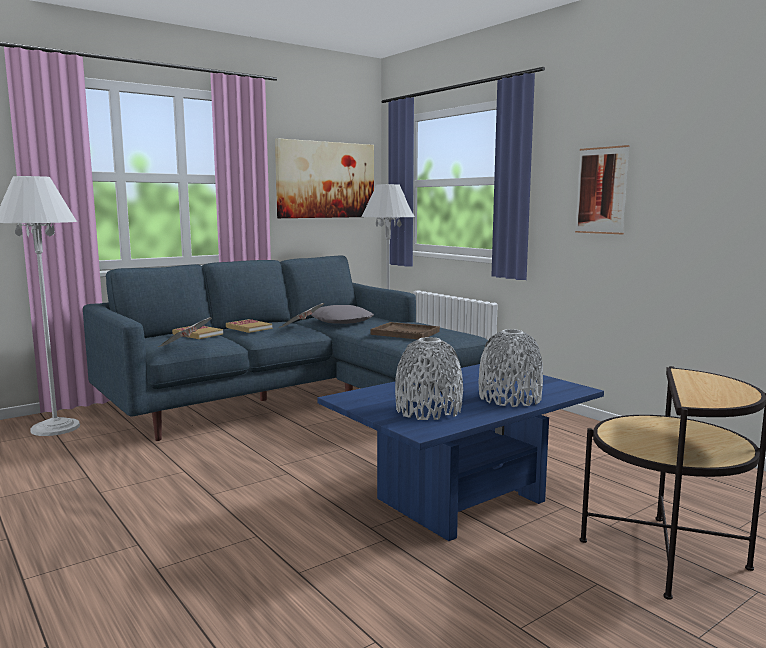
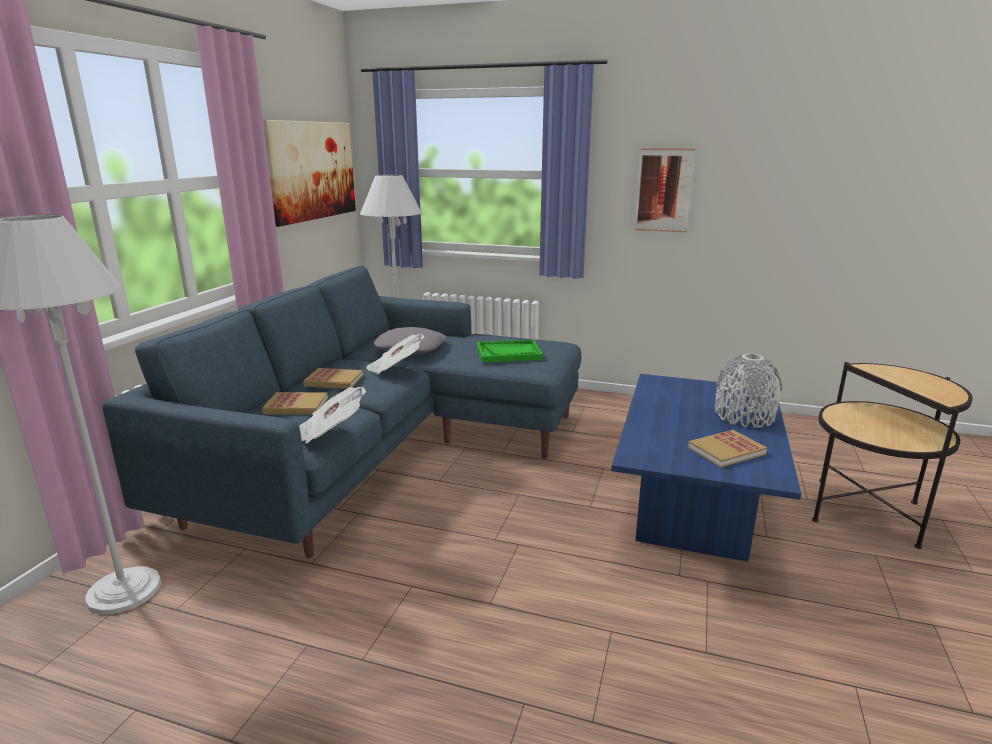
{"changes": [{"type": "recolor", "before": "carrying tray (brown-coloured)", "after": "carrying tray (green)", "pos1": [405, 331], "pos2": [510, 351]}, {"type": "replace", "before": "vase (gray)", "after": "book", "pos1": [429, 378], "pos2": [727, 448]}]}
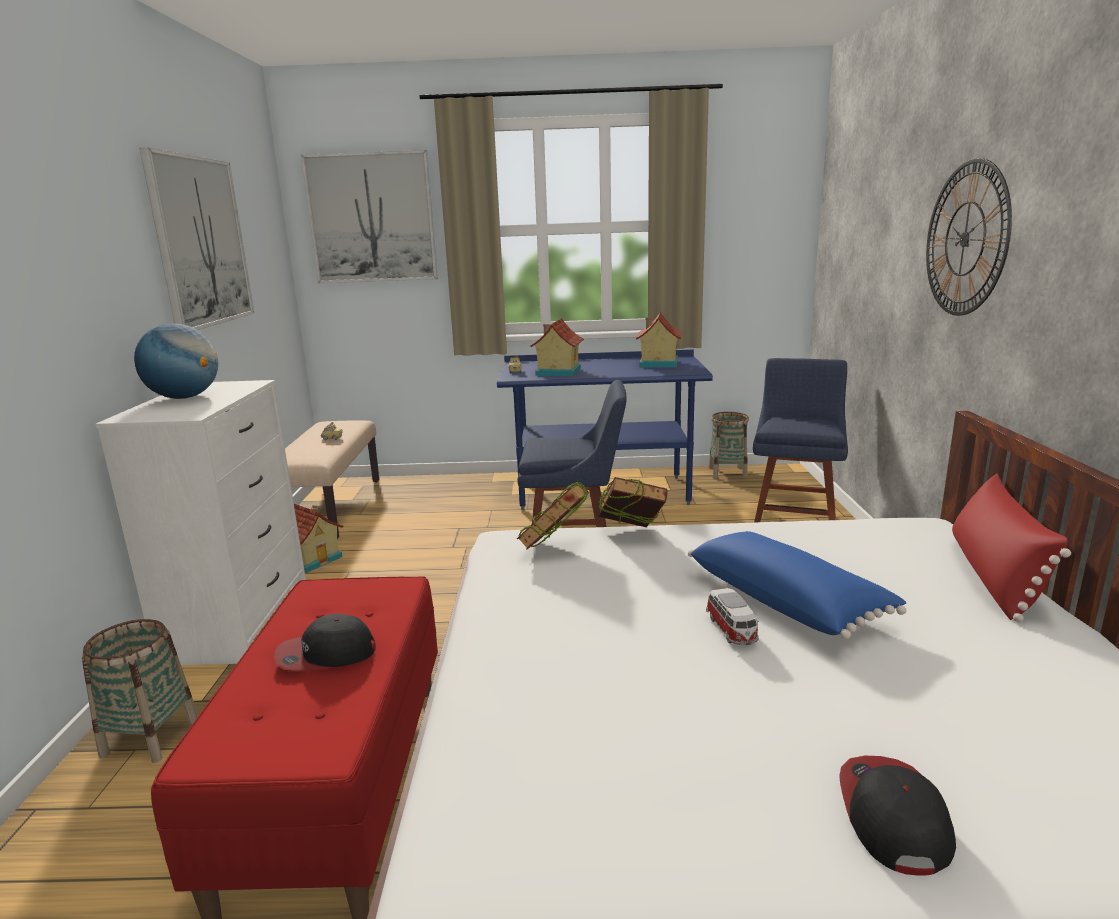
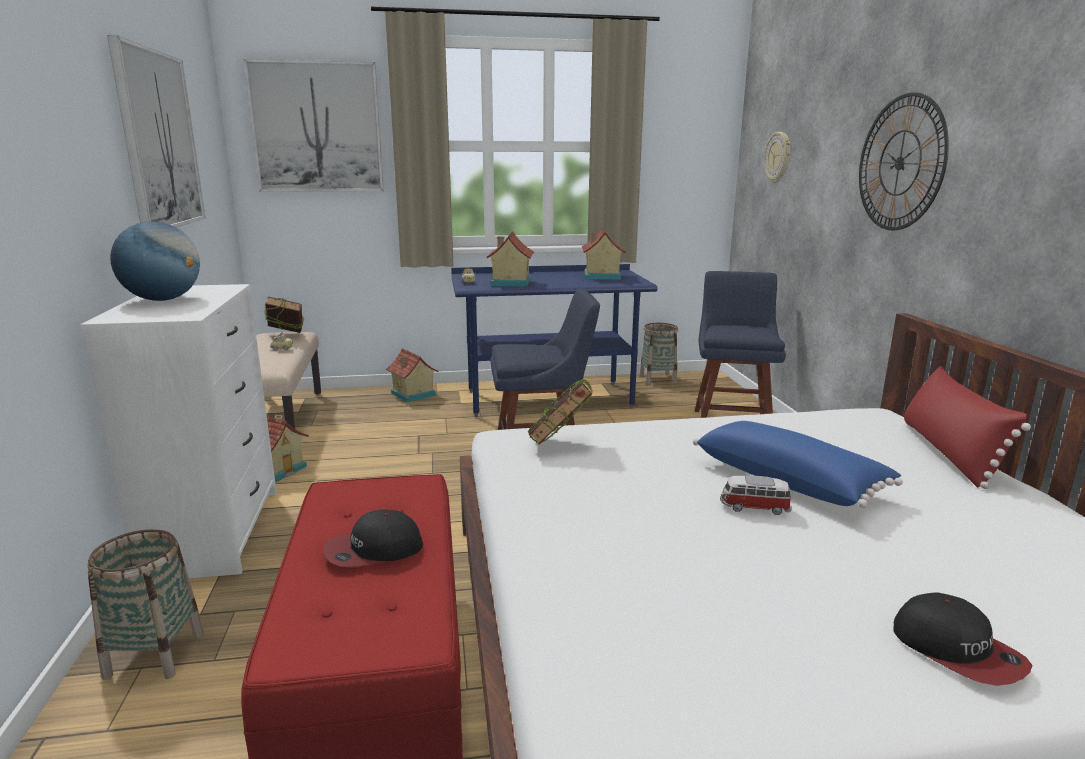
{"changes": [{"type": "move", "before": "book", "pos1": [632, 502], "pos2": [284, 315]}, {"type": "rotate", "before": "model car", "pos1": [732, 616], "pos2": [756, 495], "turn": 120}, {"type": "rotate", "before": "peaked cap", "pos1": [897, 816], "pos2": [963, 639], "turn": 150}, {"type": "insert", "after": "toy house", "pos2": [412, 375]}, {"type": "insert", "after": "hanging clock", "pos2": [777, 157]}]}
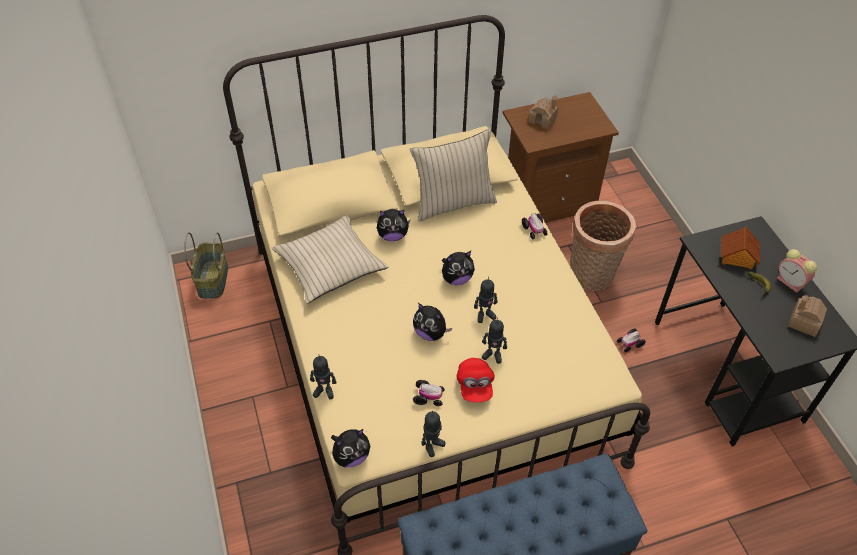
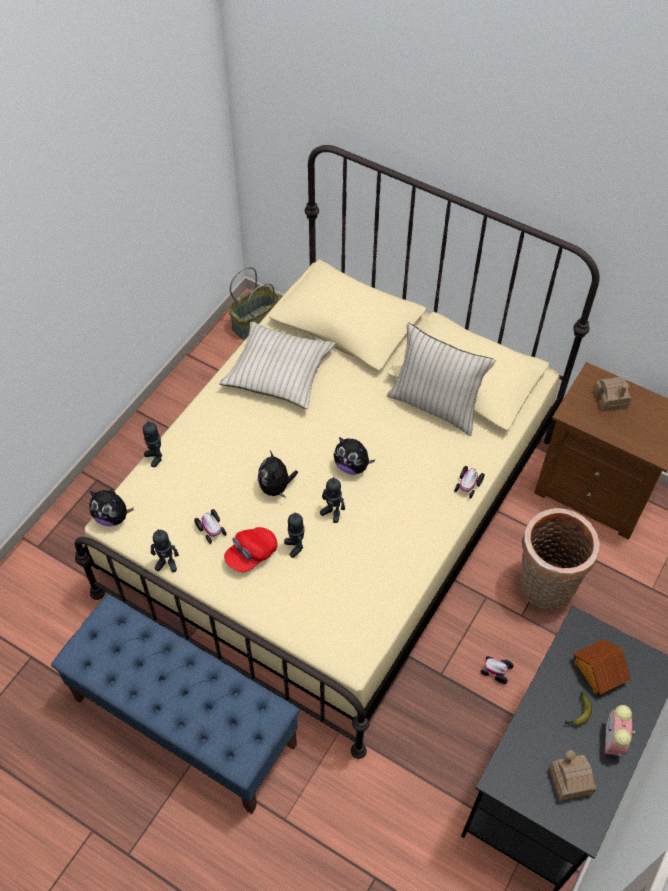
{"changes": [{"type": "delete", "before": "soft toy", "pos1": [393, 225]}]}
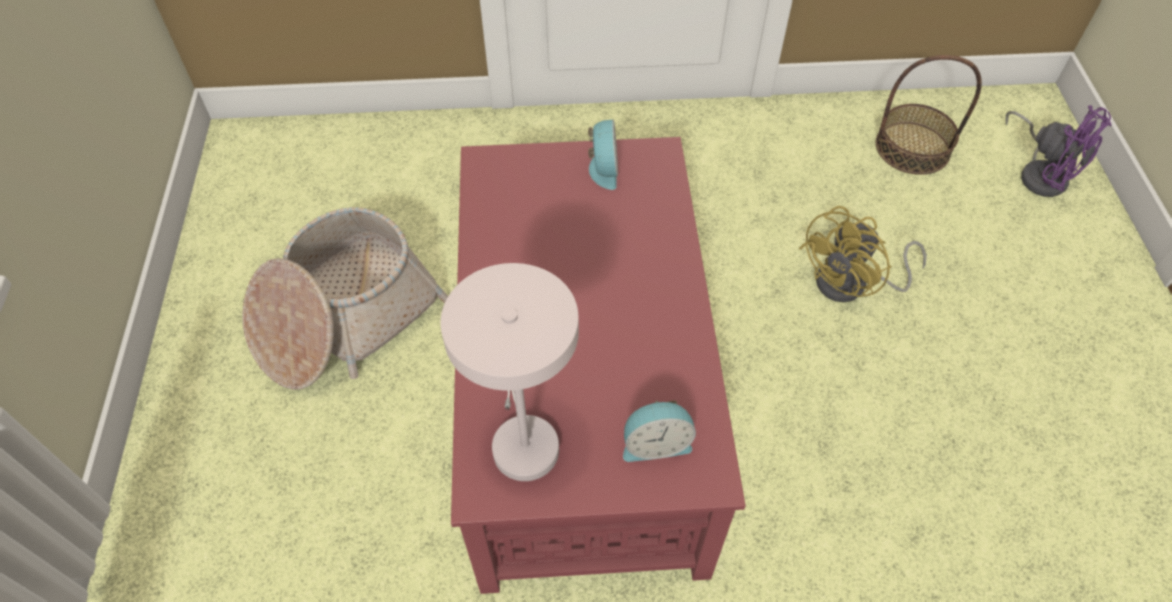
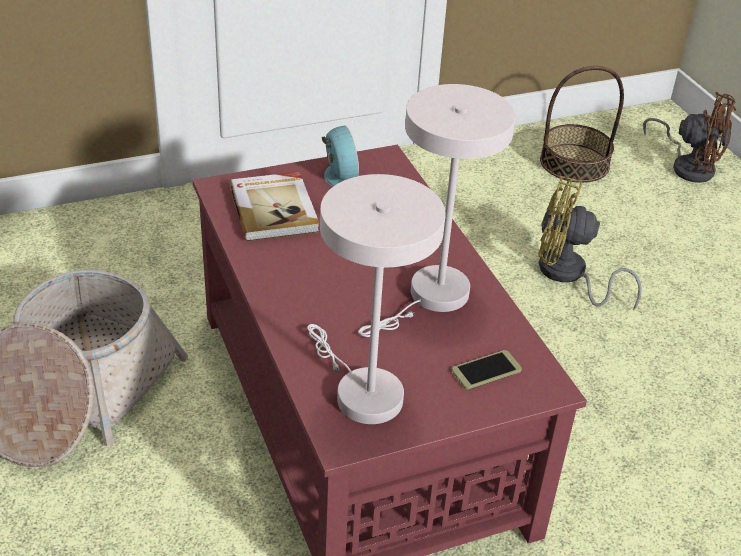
{"changes": [{"type": "replace", "before": "bedside clock", "after": "handset", "pos1": [659, 431], "pos2": [487, 370]}, {"type": "rotate", "before": "electric fan (yellow)", "pos1": [863, 254], "pos2": [590, 243], "turn": 75}, {"type": "recolor", "before": "electric fan (purple)", "after": "electric fan (brown-coloured)", "pos1": [1058, 151], "pos2": [689, 137]}, {"type": "insert", "after": "book", "pos2": [274, 206]}, {"type": "insert", "after": "tabletop lamp (whitish)", "pos2": [437, 210]}]}
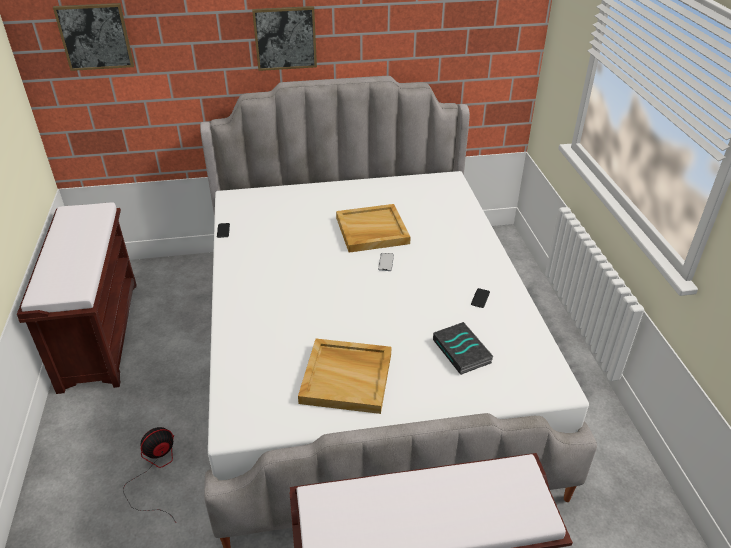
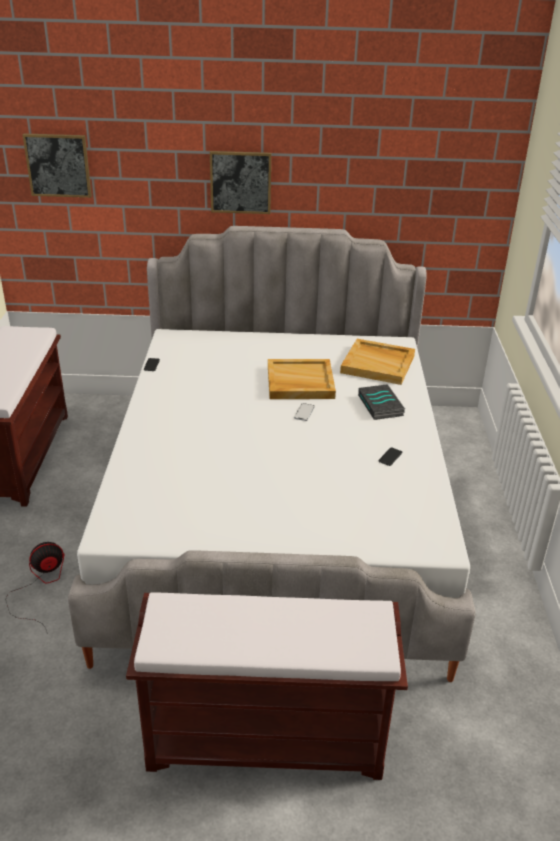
{"changes": [{"type": "move", "before": "carrying tray (beige)", "pos1": [344, 376], "pos2": [377, 362]}, {"type": "move", "before": "book", "pos1": [463, 348], "pos2": [381, 402]}]}
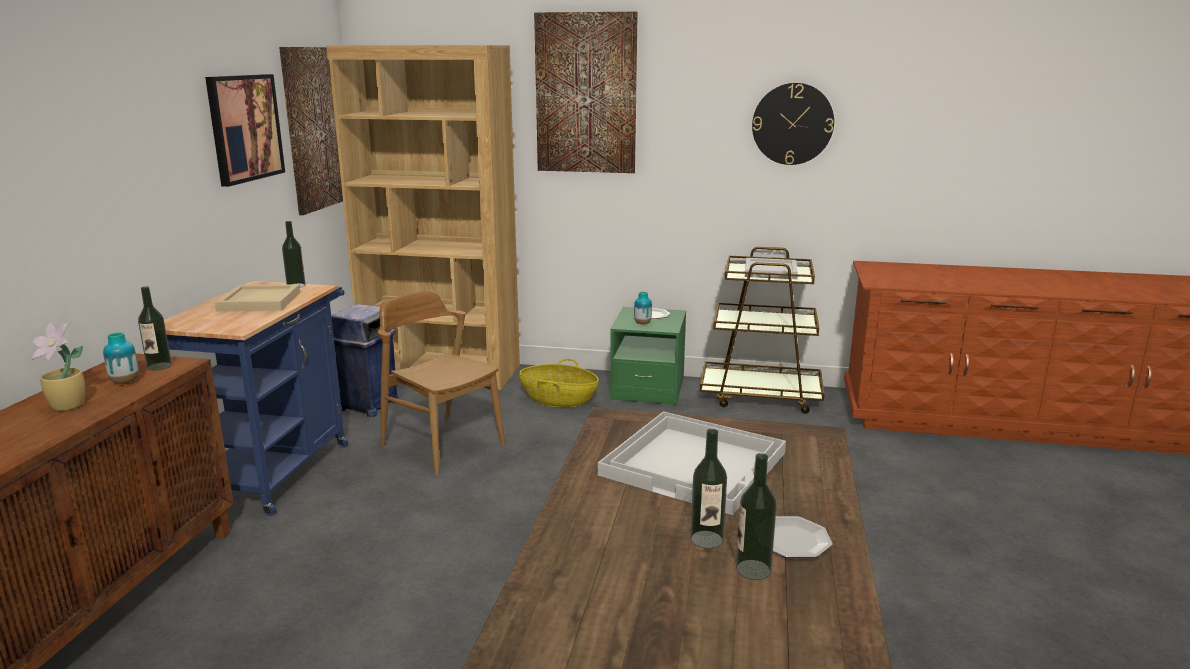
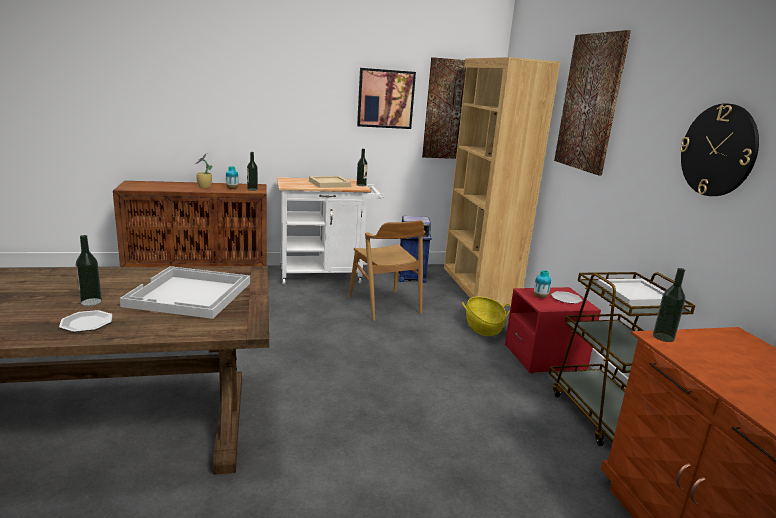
{"changes": [{"type": "recolor", "before": "wheeled cart (blue-coloured)", "after": "wheeled cart (whitish)", "pos1": [256, 398], "pos2": [330, 230]}, {"type": "rotate", "before": "chair (brown-coloured)", "pos1": [441, 382], "pos2": [387, 270], "turn": 135}, {"type": "recolor", "before": "night table (green)", "after": "night table (red-coloured)", "pos1": [648, 356], "pos2": [553, 330]}, {"type": "move", "before": "beverage bottle", "pos1": [756, 516], "pos2": [669, 305]}]}
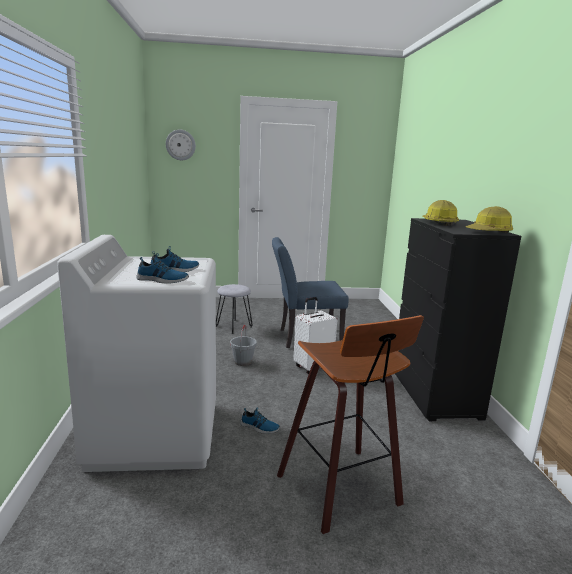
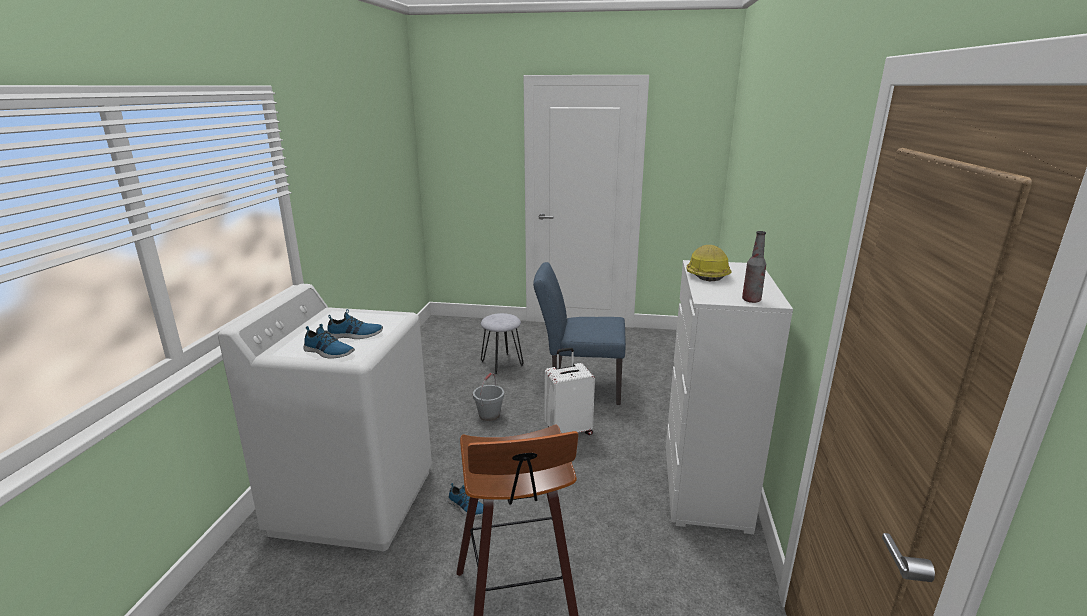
{"changes": [{"type": "delete", "before": "hanging clock", "pos1": [181, 145]}, {"type": "recolor", "before": "chest of drawers (black-coloured)", "after": "chest of drawers (whitish)", "pos1": [458, 319], "pos2": [729, 397]}, {"type": "replace", "before": "safety helmet", "after": "beverage bottle", "pos1": [489, 219], "pos2": [754, 267]}]}
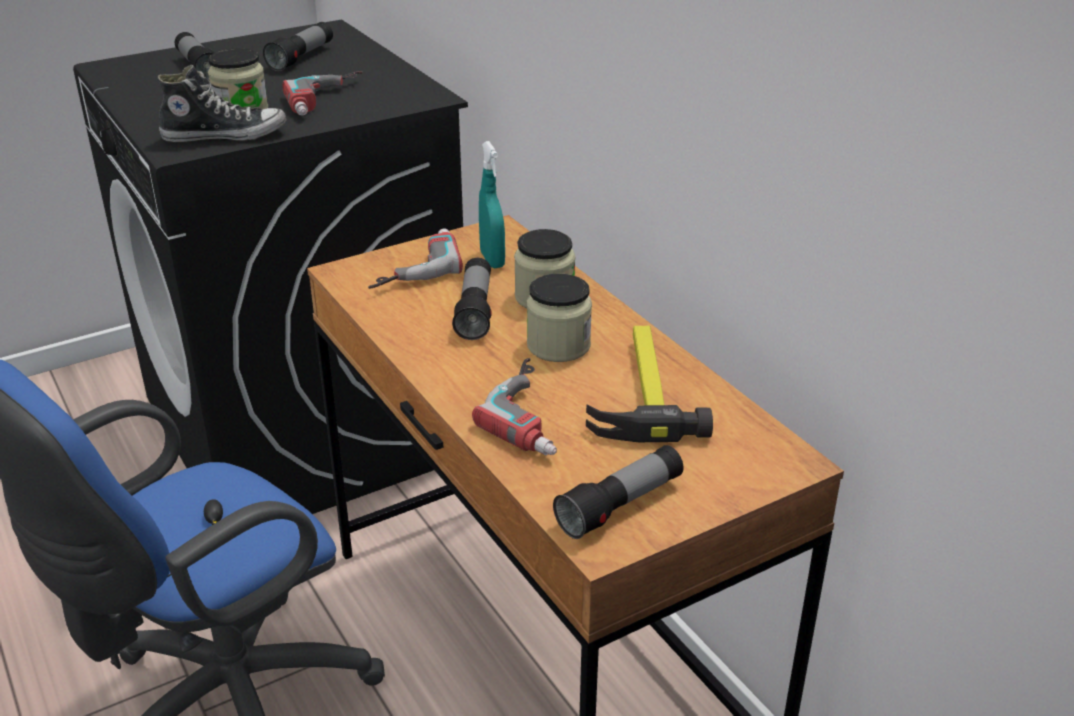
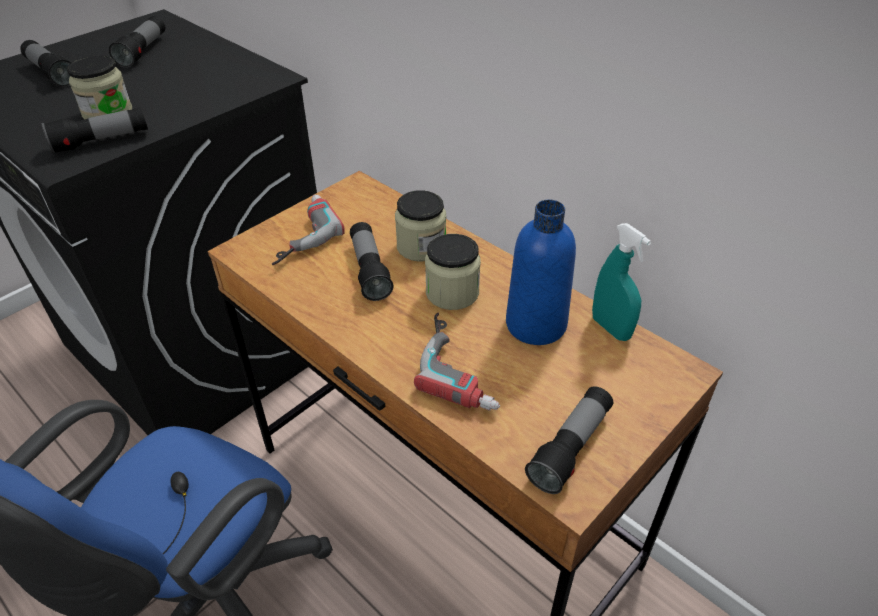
{"changes": [{"type": "replace", "before": "item of footwear", "after": "hand torch", "pos1": [222, 103], "pos2": [95, 130]}, {"type": "delete", "before": "drill", "pos1": [322, 93]}, {"type": "move", "before": "hand sprayer (turquoise)", "pos1": [492, 204], "pos2": [622, 282]}, {"type": "replace", "before": "hammer", "after": "beverage bottle (blue-coloured)", "pos1": [649, 384], "pos2": [541, 272]}]}
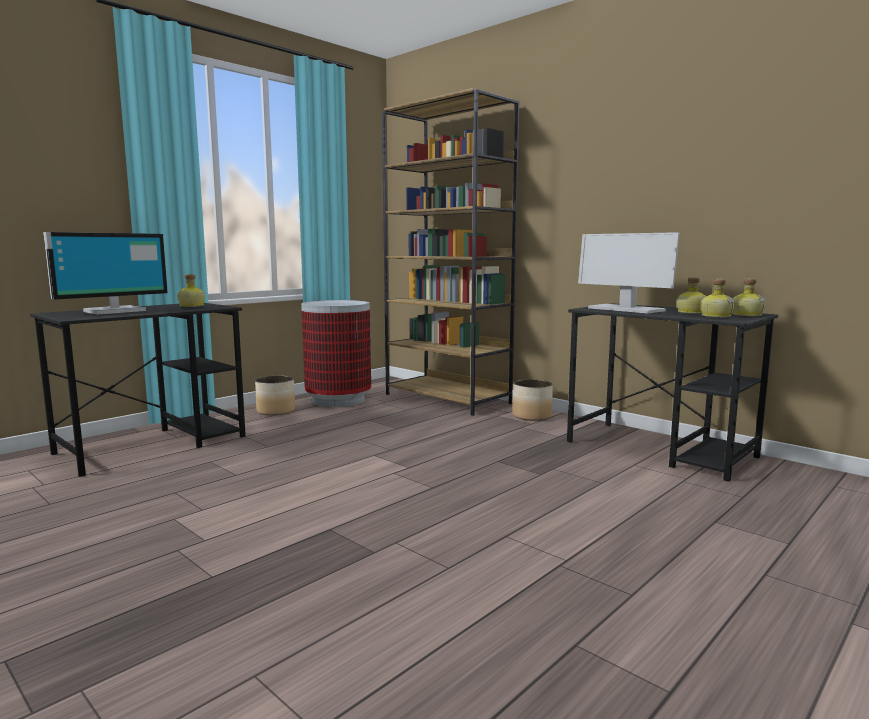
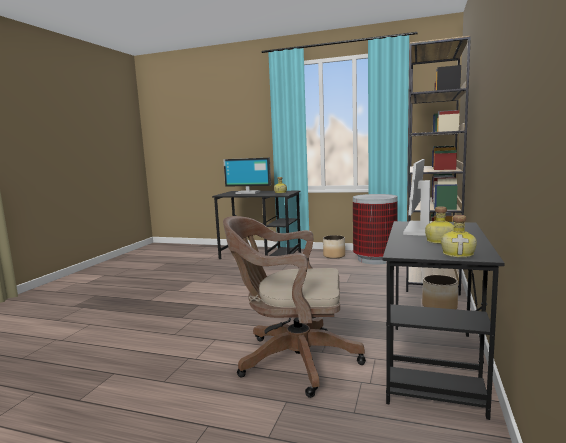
{"changes": [{"type": "delete", "before": "beverage bottle", "pos1": [718, 298]}, {"type": "insert", "after": "computer chair (brown-coloured)", "pos2": [294, 307]}]}
